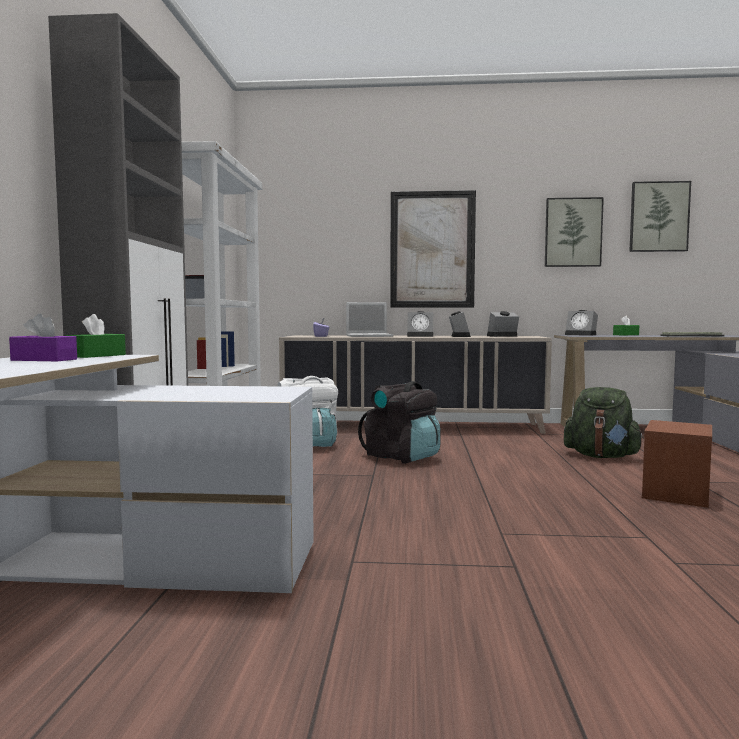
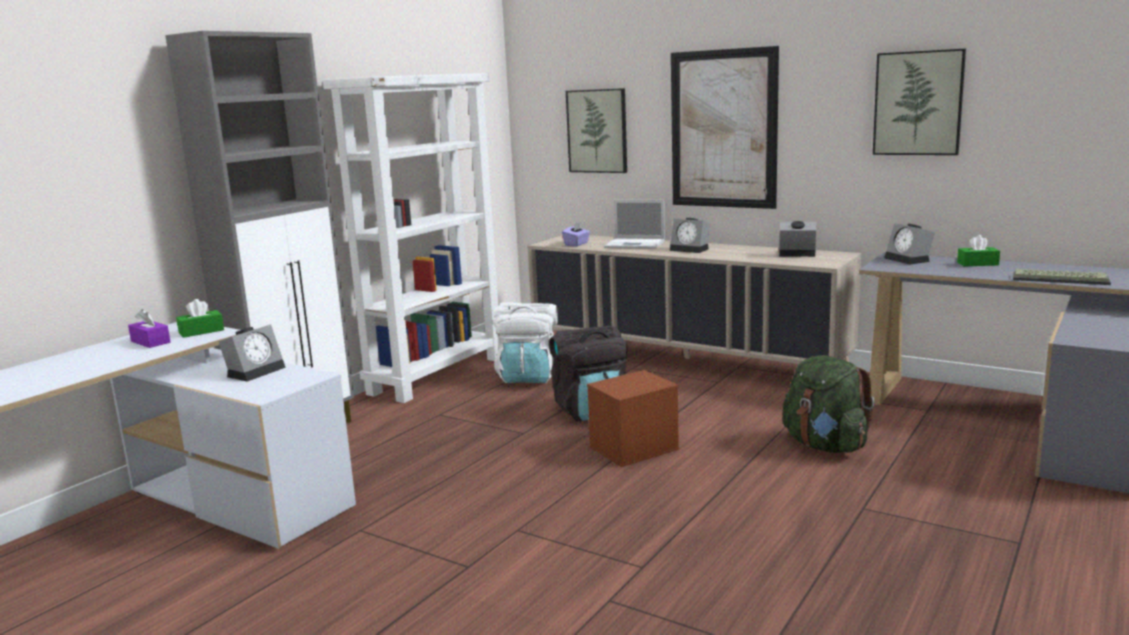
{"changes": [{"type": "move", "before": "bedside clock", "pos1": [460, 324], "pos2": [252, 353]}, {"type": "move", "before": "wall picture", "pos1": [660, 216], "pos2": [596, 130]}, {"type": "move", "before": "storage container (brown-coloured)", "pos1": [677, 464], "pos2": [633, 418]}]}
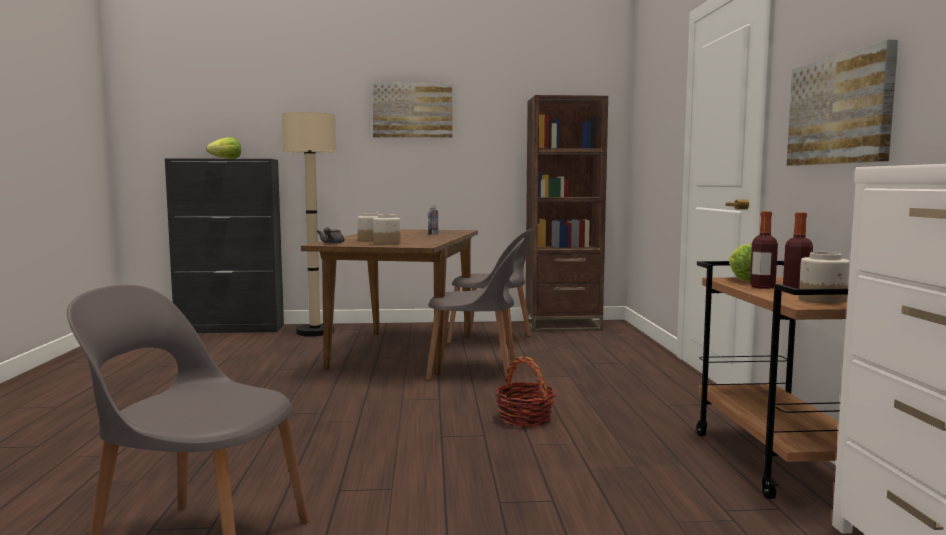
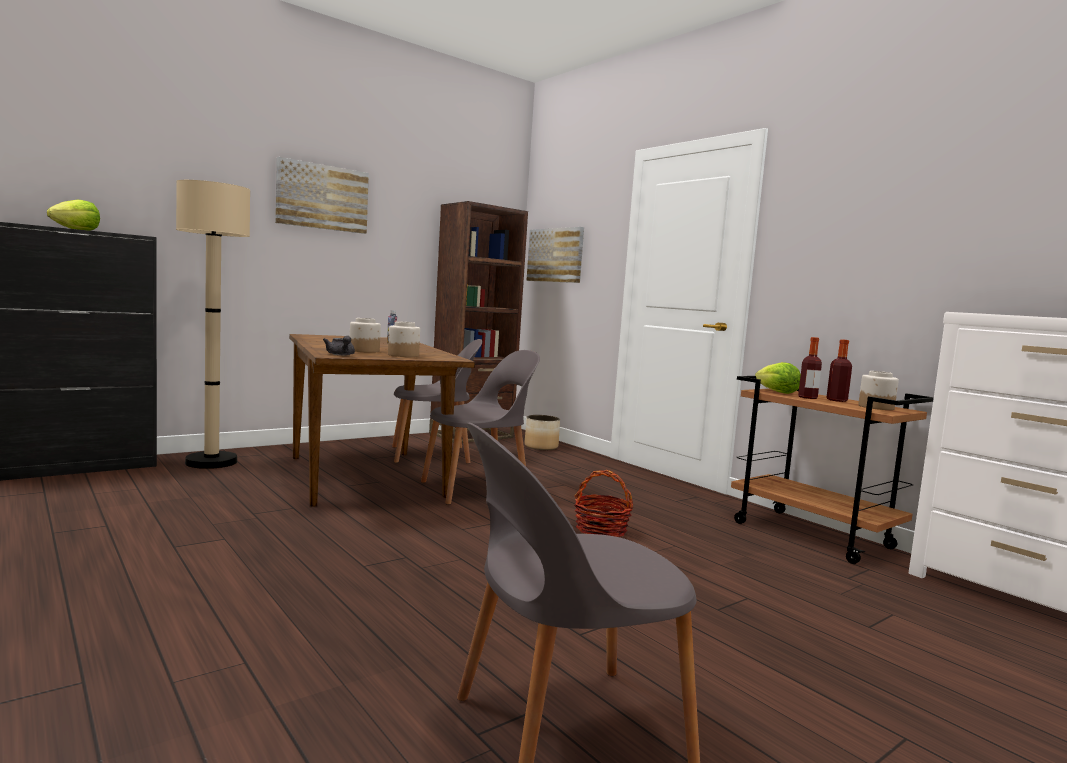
{"changes": [{"type": "move", "before": "wall picture", "pos1": [842, 102], "pos2": [555, 255]}, {"type": "insert", "after": "flower pot", "pos2": [542, 432]}]}
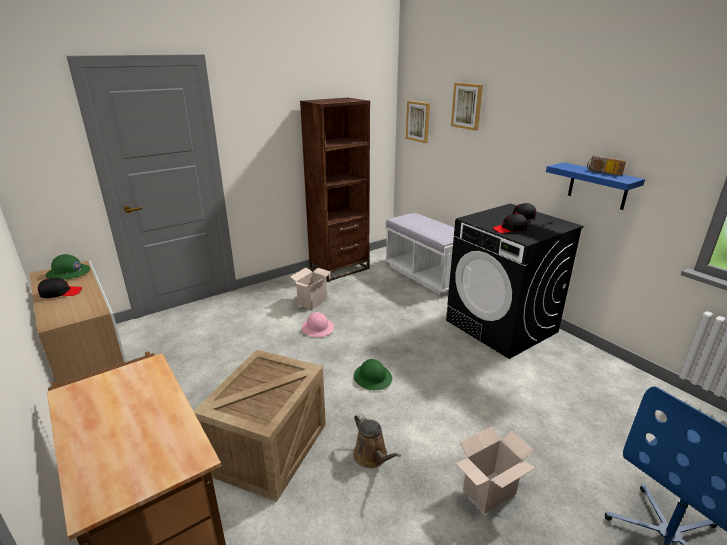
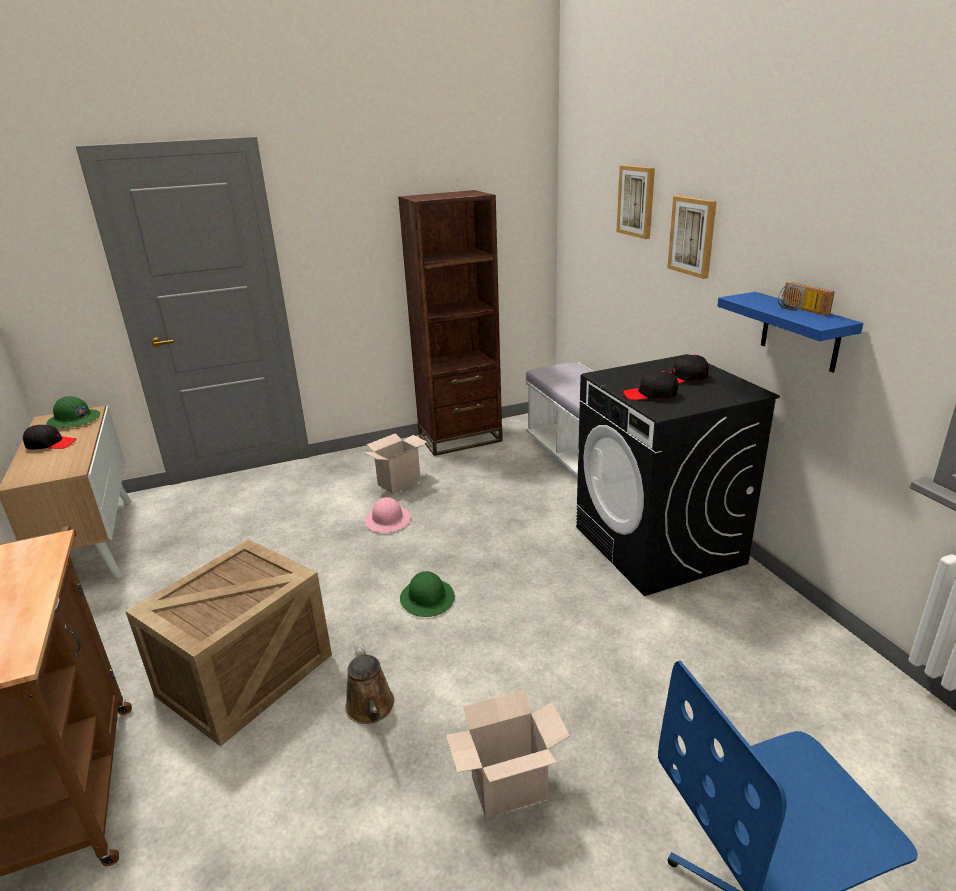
{"changes": [{"type": "move", "before": "wall picture", "pos1": [418, 122], "pos2": [692, 237]}]}
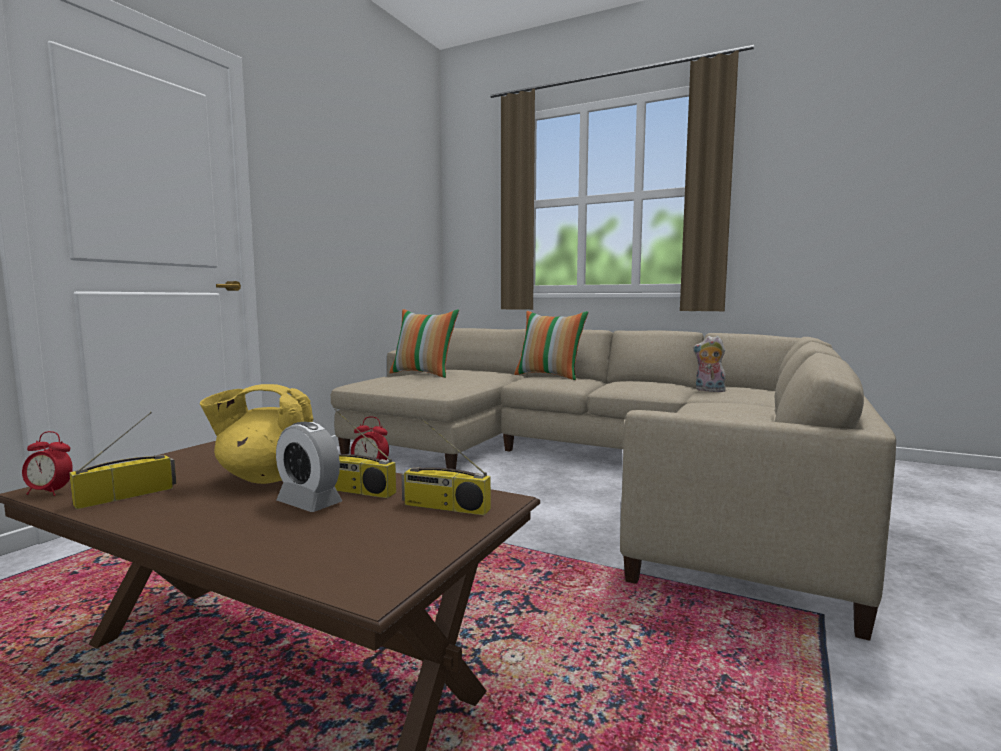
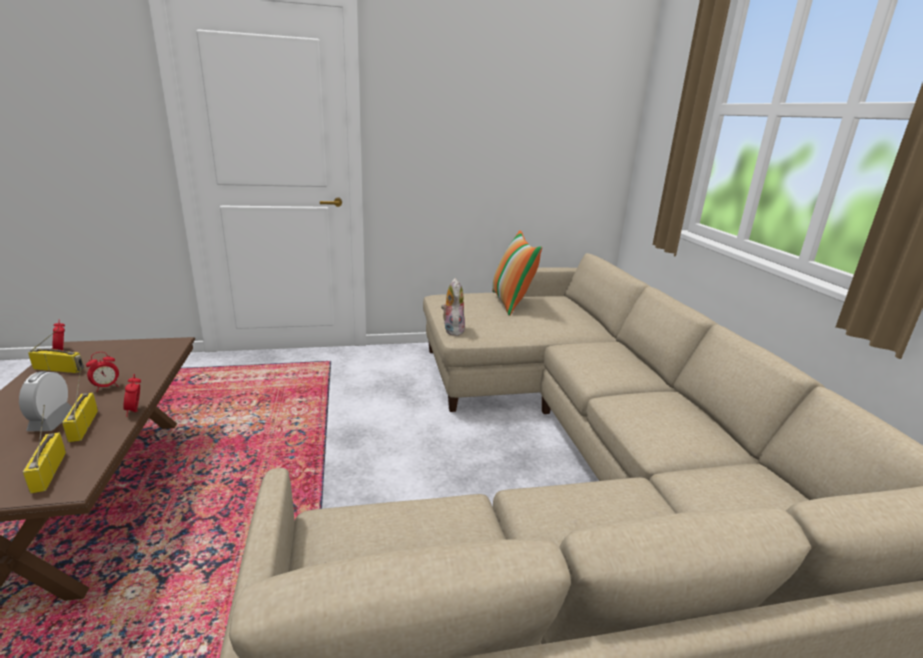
{"changes": [{"type": "replace", "before": "teapot (yellow)", "after": "bedside clock", "pos1": [256, 434], "pos2": [102, 372]}, {"type": "delete", "before": "cushion", "pos1": [551, 345]}, {"type": "move", "before": "soft toy", "pos1": [710, 364], "pos2": [453, 307]}]}
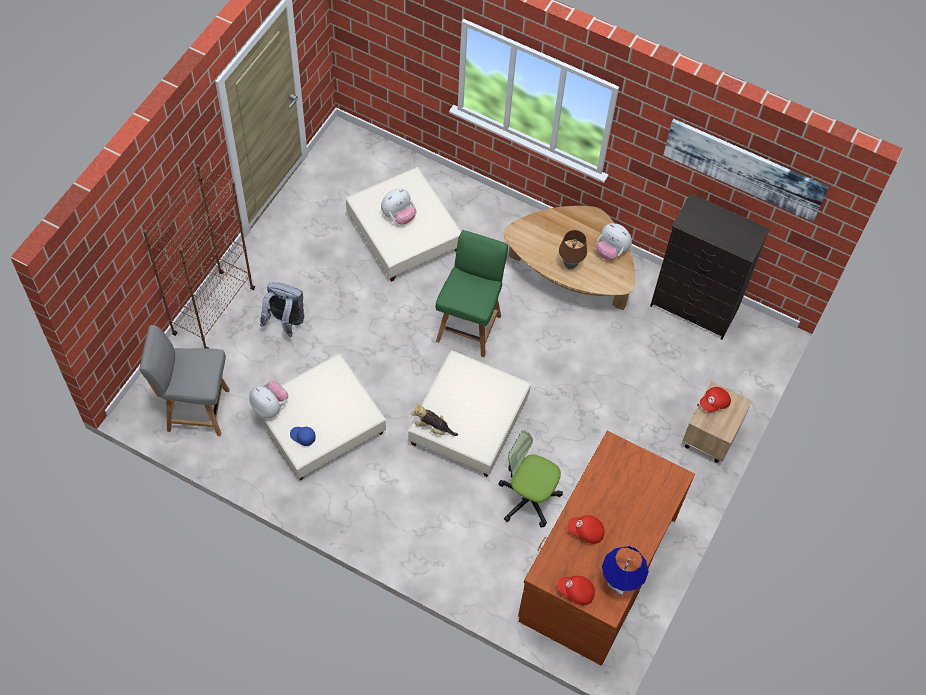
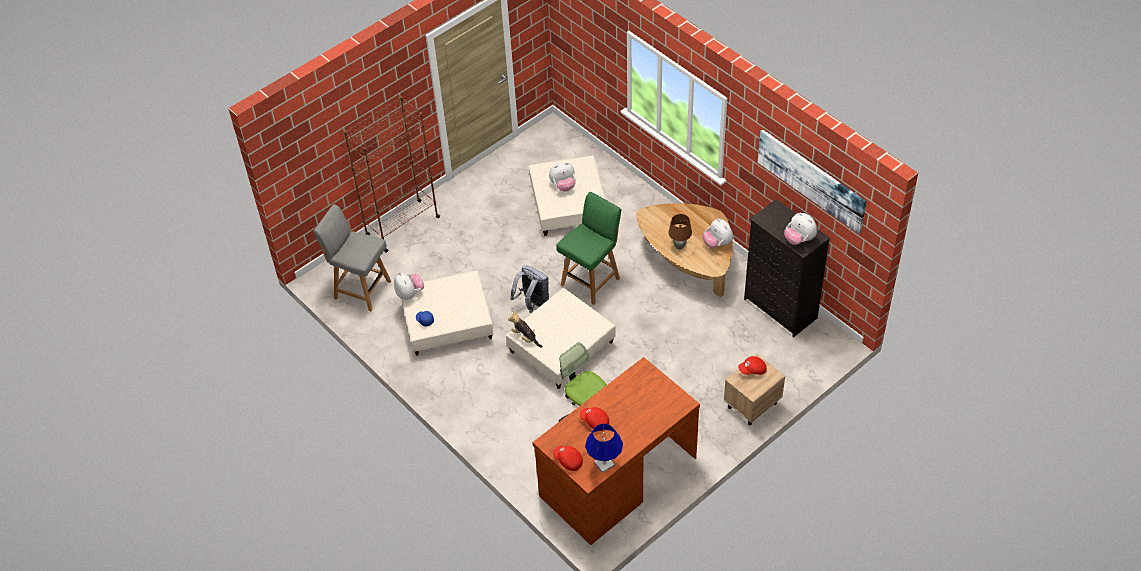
{"changes": [{"type": "move", "before": "backpack (gray)", "pos1": [282, 309], "pos2": [529, 289]}, {"type": "insert", "after": "soft toy", "pos2": [800, 229]}]}
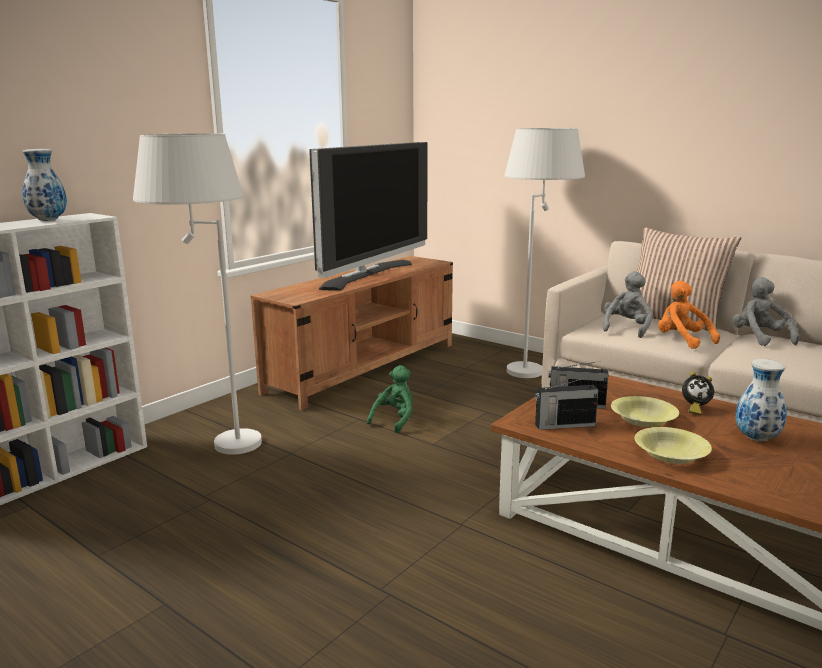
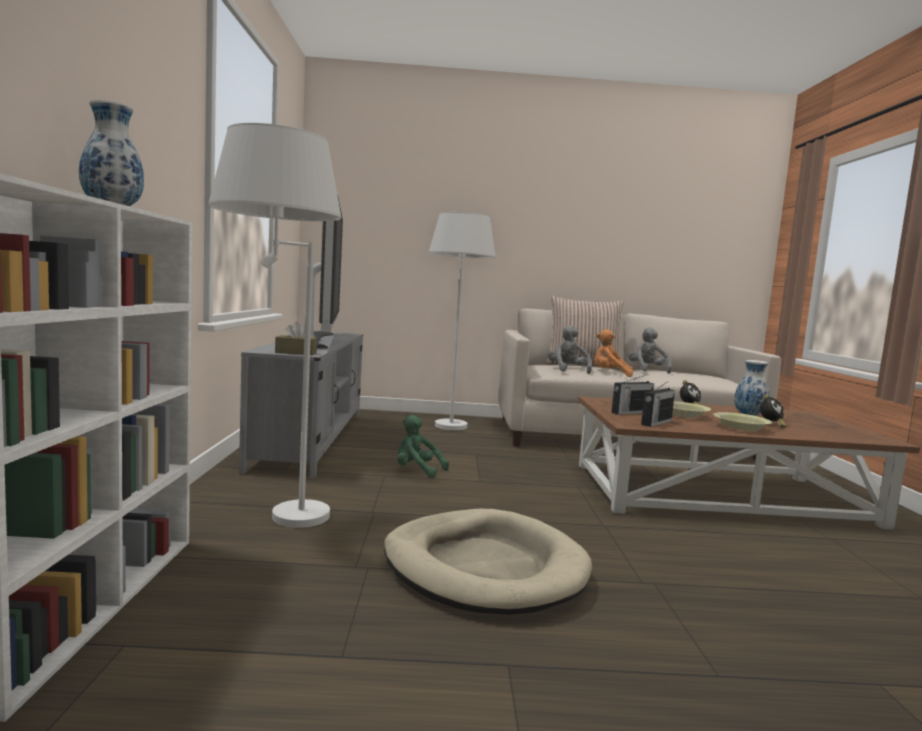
{"changes": [{"type": "recolor", "before": "media console (brown-coloured)", "after": "media console (gray)", "pos1": [351, 333], "pos2": [301, 405]}, {"type": "rotate", "before": "soft toy (green)", "pos1": [390, 399], "pos2": [423, 446], "turn": -60}, {"type": "rotate", "before": "soft toy (gray)", "pos1": [766, 311], "pos2": [650, 350], "turn": 45}, {"type": "insert", "after": "box of tissues (brown-coloured)", "pos2": [296, 338]}, {"type": "insert", "after": "dog cushion (beige)", "pos2": [488, 562]}, {"type": "insert", "after": "bedside clock", "pos2": [773, 411]}]}
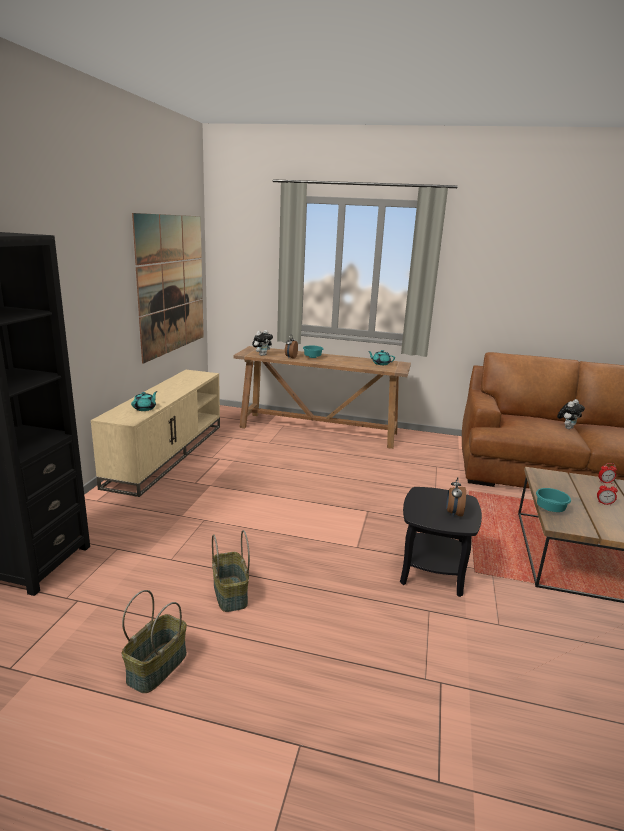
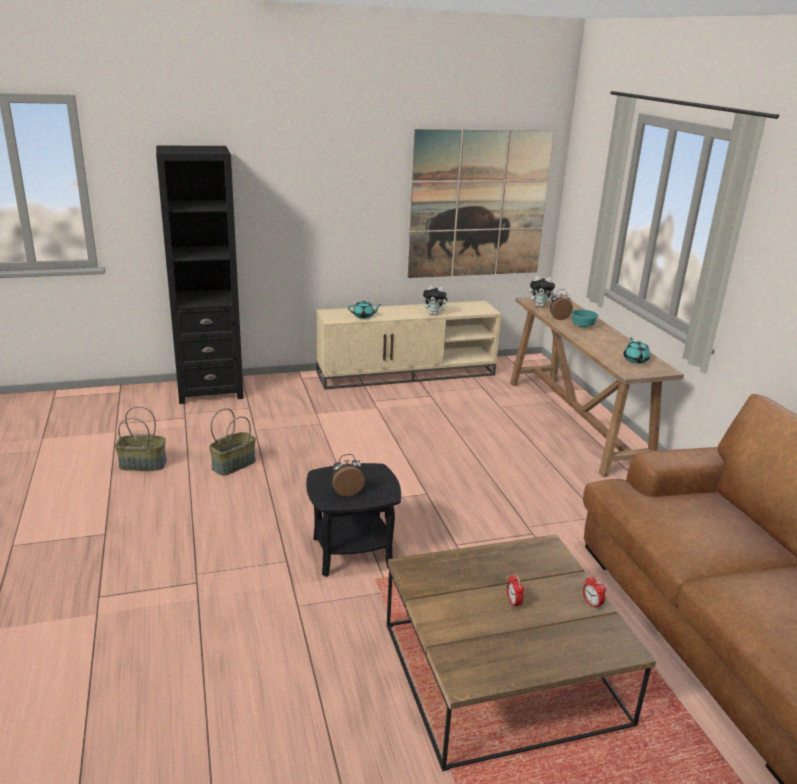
{"changes": [{"type": "delete", "before": "serving bowl (turquoise)", "pos1": [553, 500]}, {"type": "move", "before": "soft toy", "pos1": [571, 414], "pos2": [436, 300]}]}
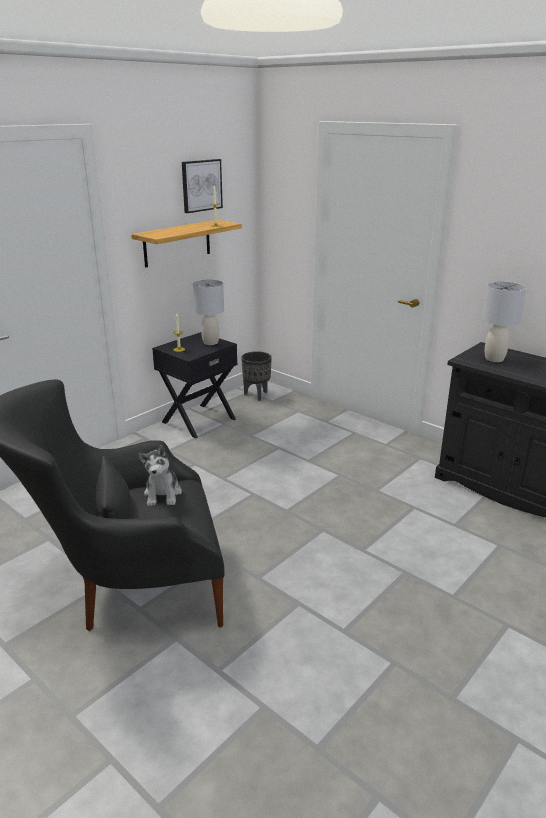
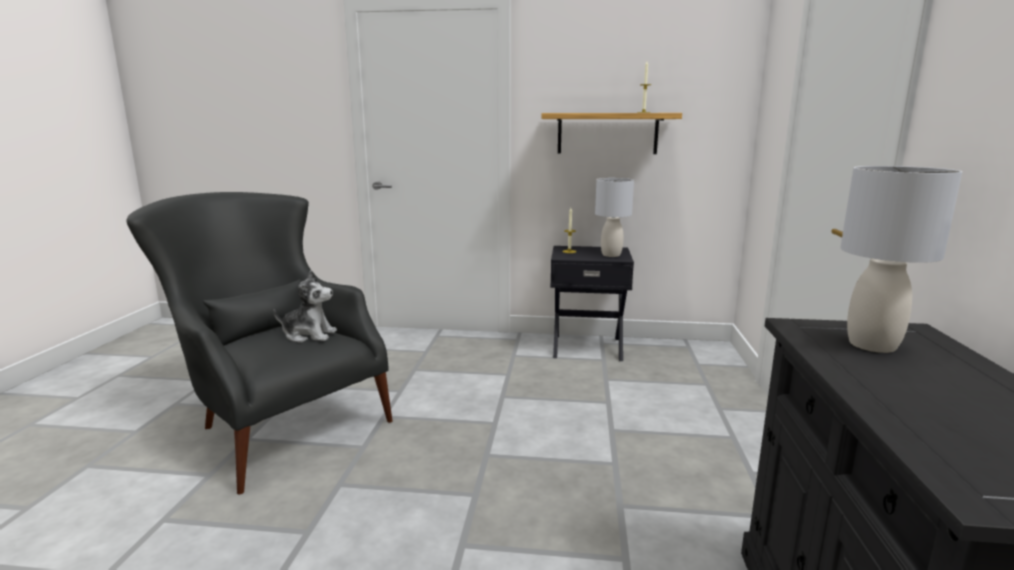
{"changes": [{"type": "rotate", "before": "soft toy", "pos1": [160, 475], "pos2": [305, 307], "turn": -135}, {"type": "delete", "before": "wall picture", "pos1": [202, 186]}, {"type": "delete", "before": "flower pot (black-coloured)", "pos1": [256, 376]}]}
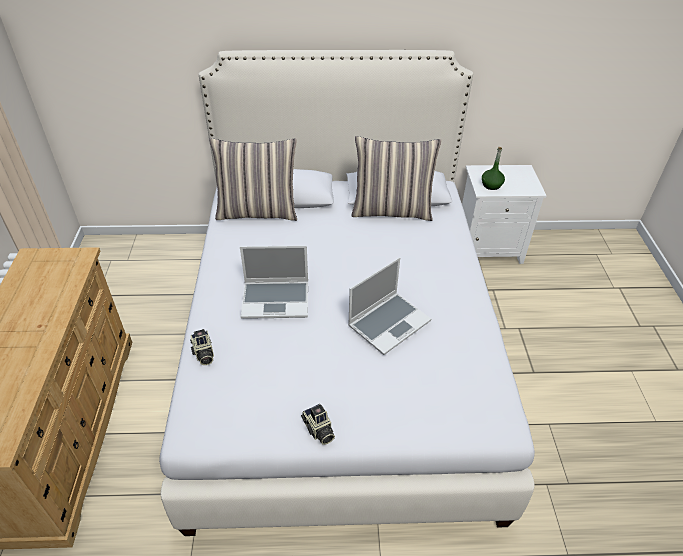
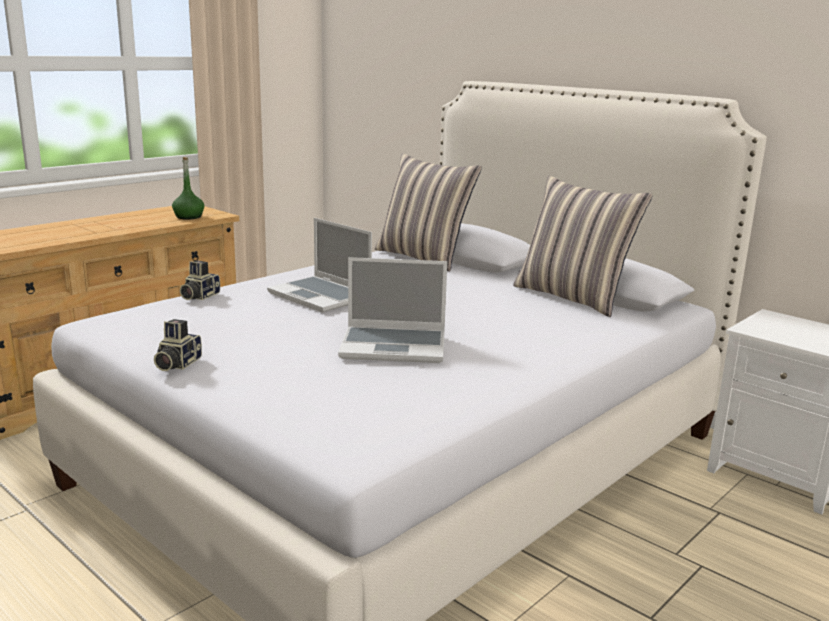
{"changes": [{"type": "move", "before": "beverage bottle (green)", "pos1": [493, 168], "pos2": [188, 188]}]}
